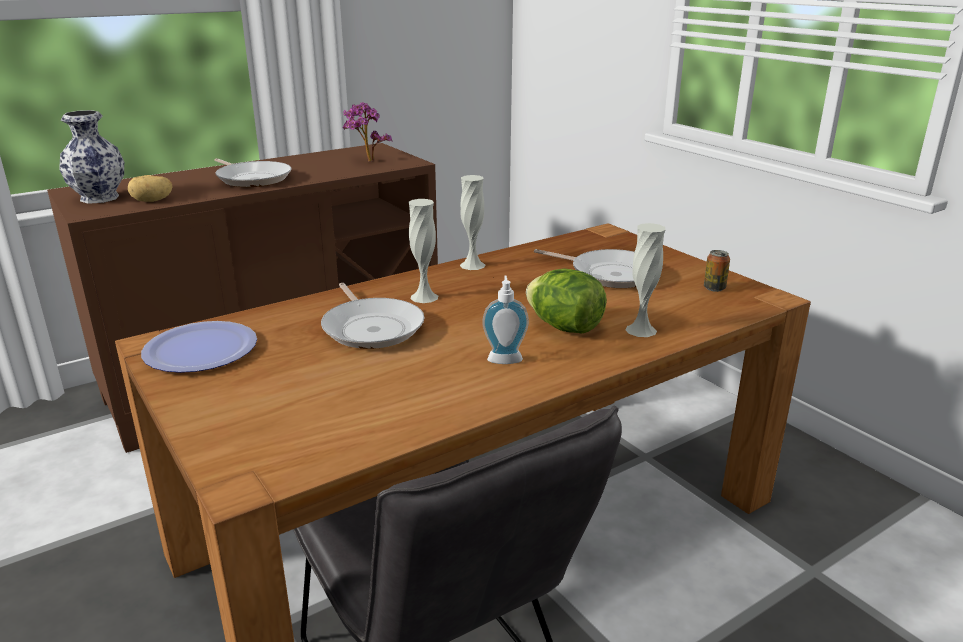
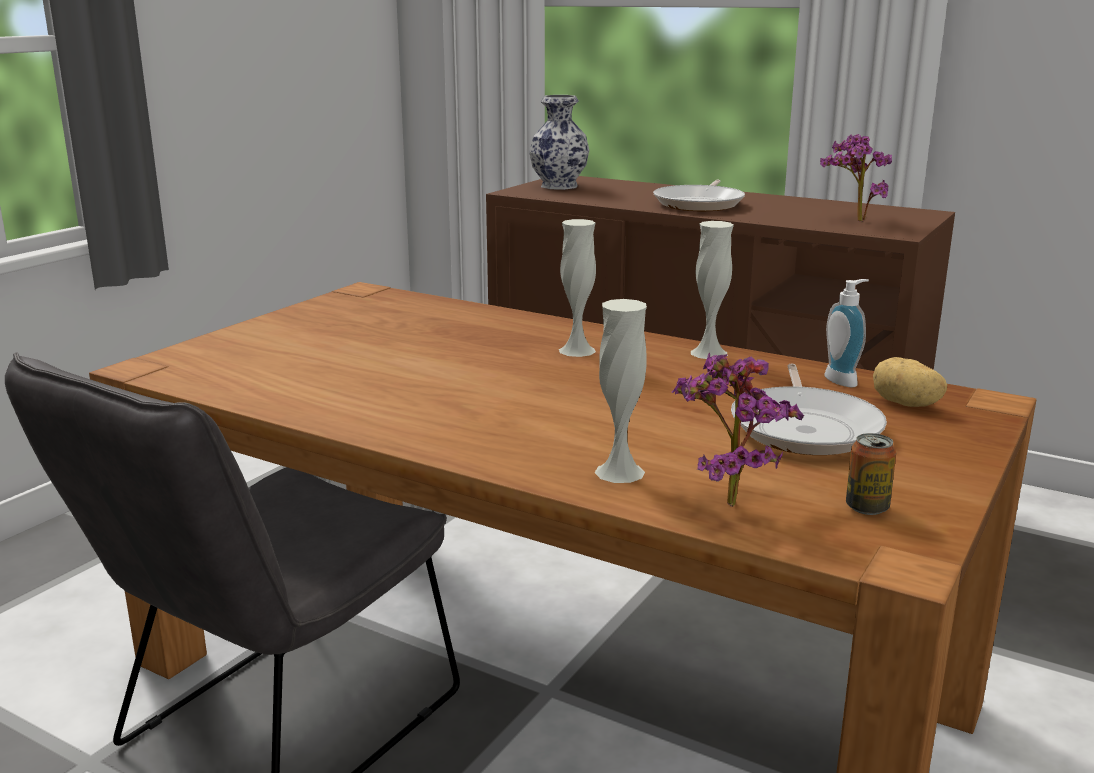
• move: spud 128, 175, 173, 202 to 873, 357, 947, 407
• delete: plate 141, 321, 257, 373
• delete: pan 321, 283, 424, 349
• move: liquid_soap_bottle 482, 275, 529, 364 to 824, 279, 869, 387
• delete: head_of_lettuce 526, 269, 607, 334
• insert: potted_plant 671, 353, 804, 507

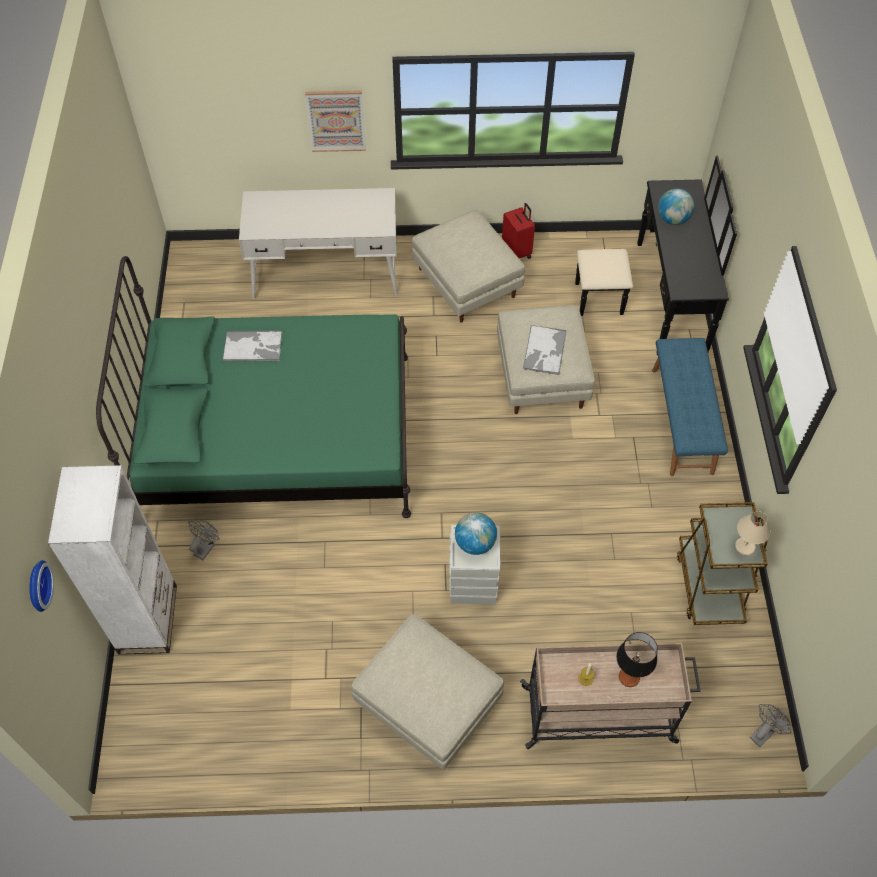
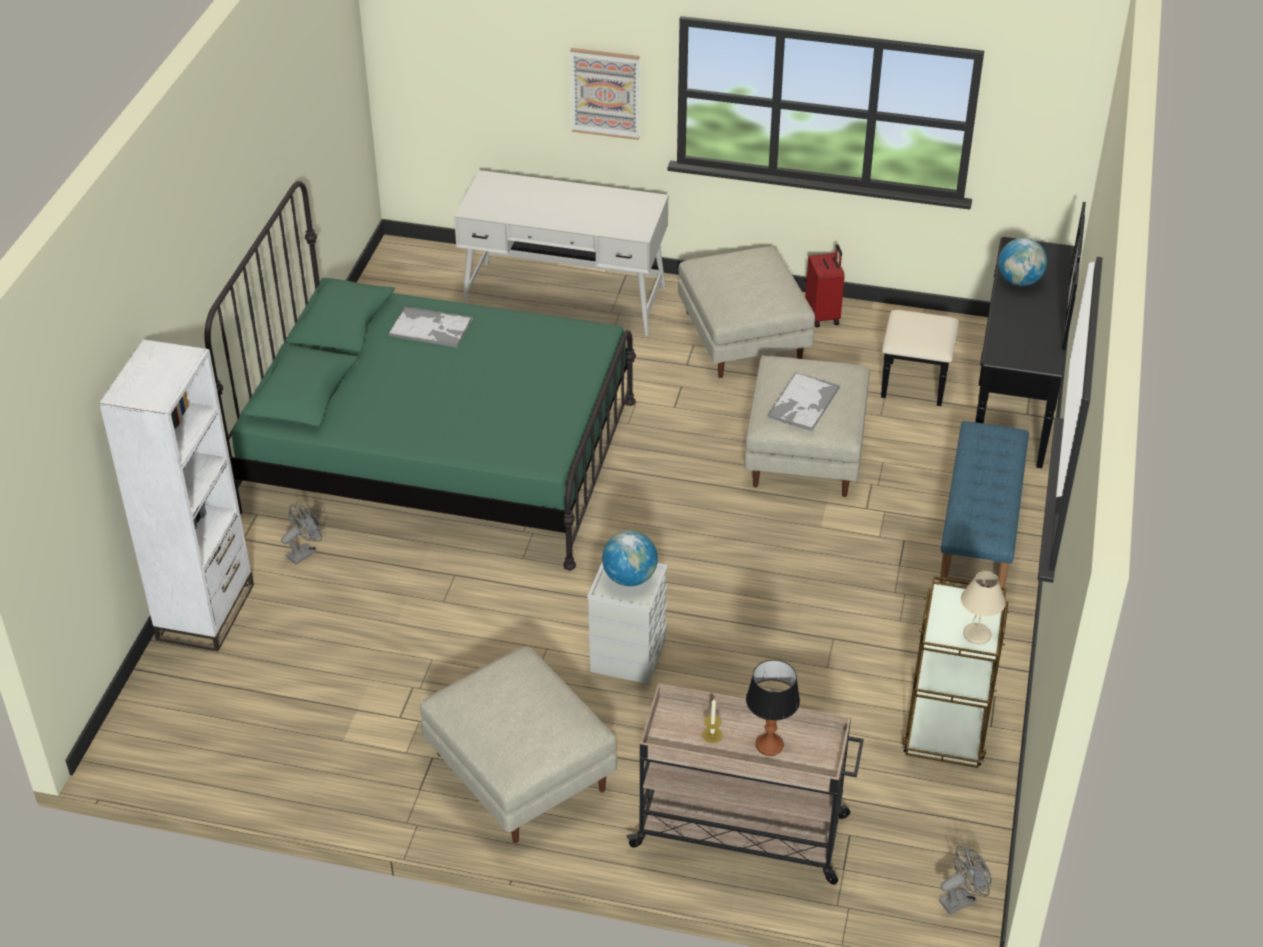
• delete: wall_clock 29, 560, 54, 612

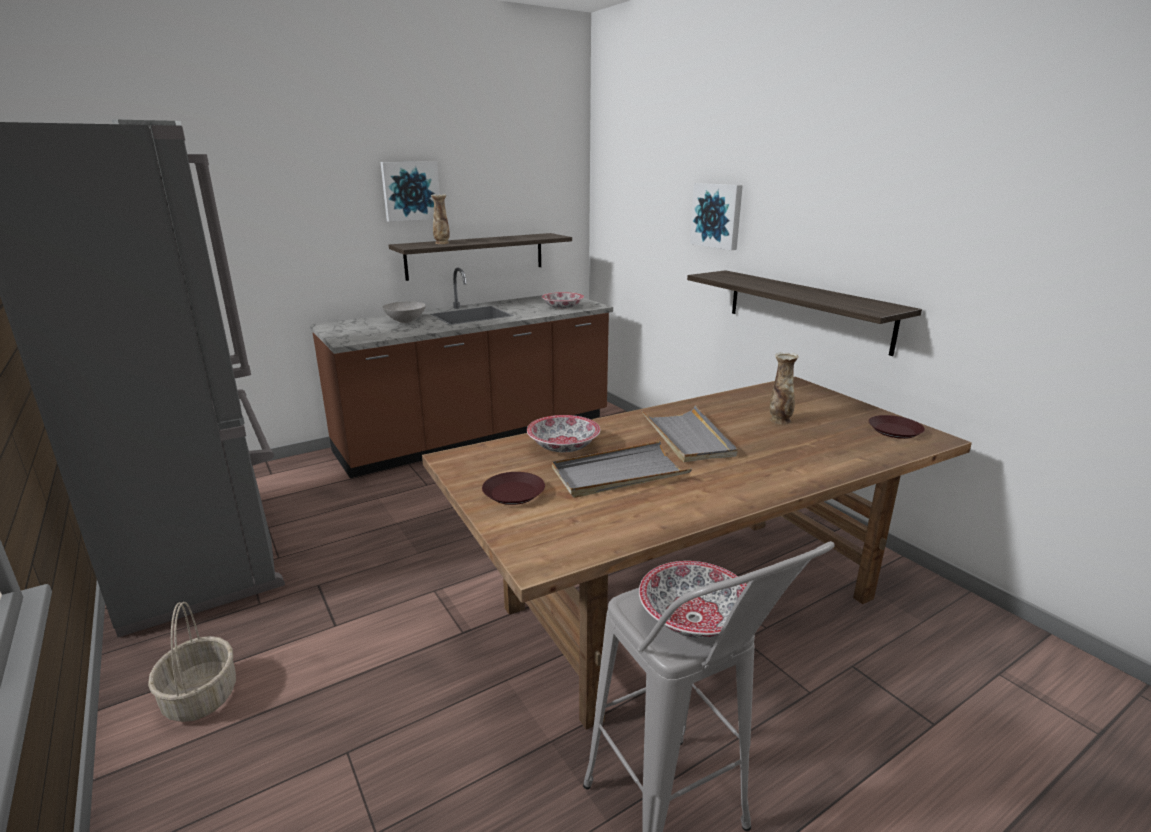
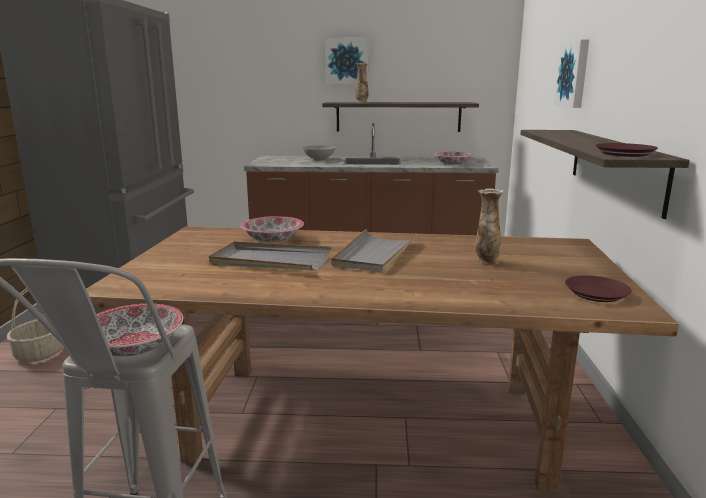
• move: brown-coloured_plate 482, 472, 545, 505 to 595, 143, 658, 157

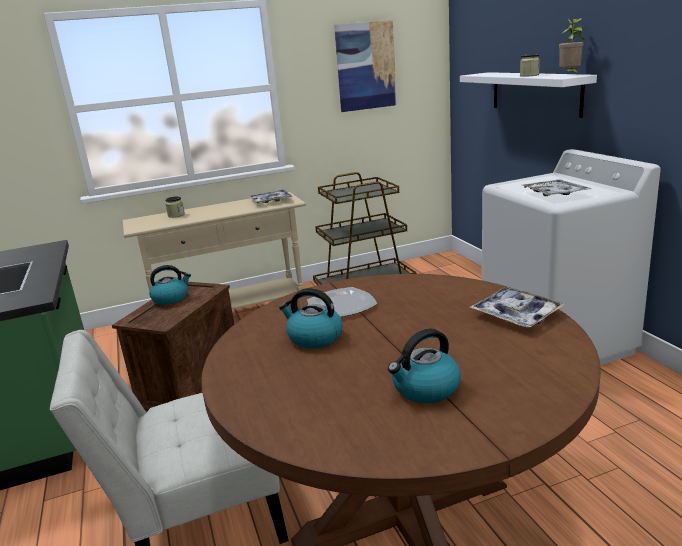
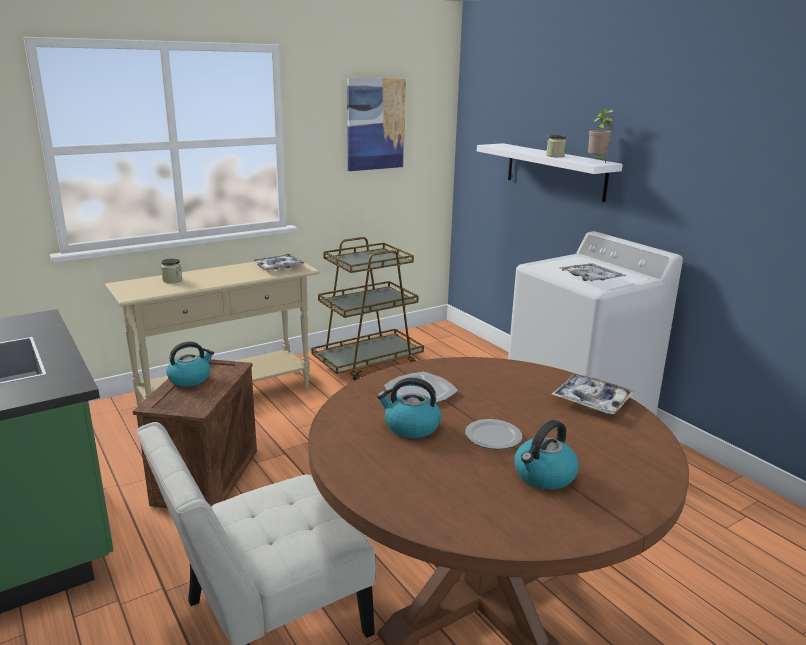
• insert: plate 465, 419, 522, 449

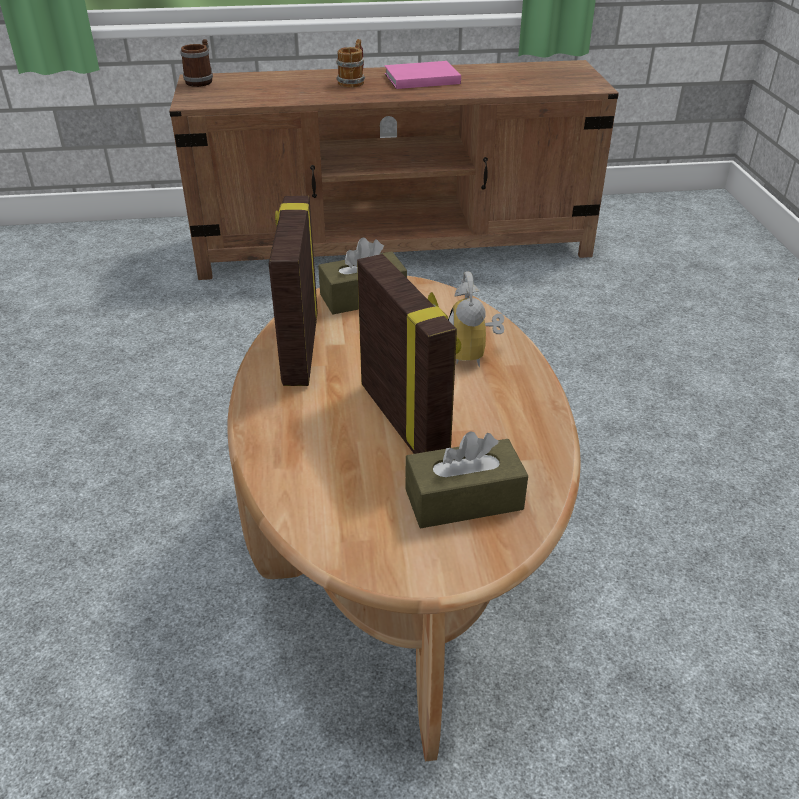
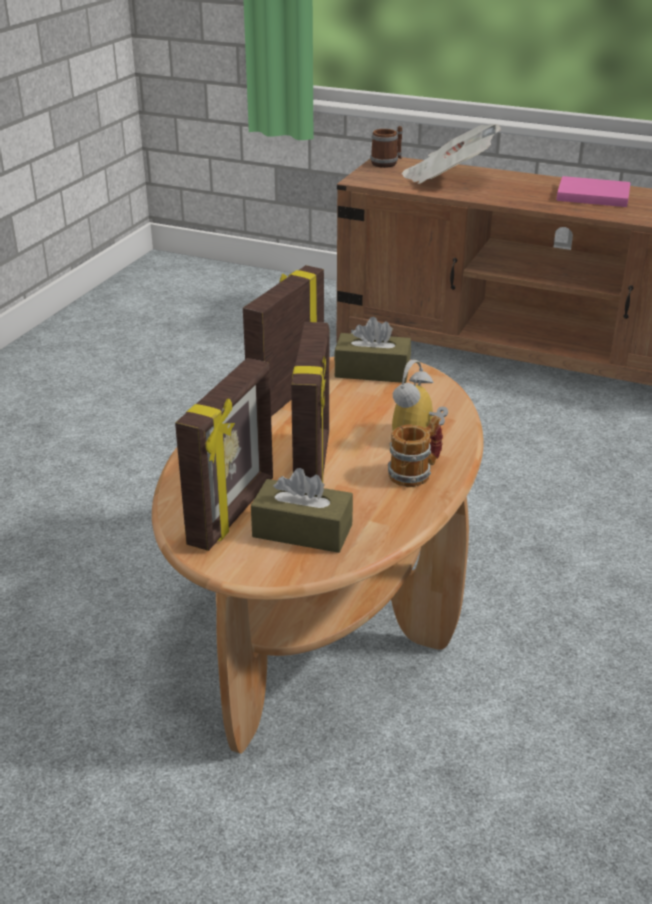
• move: coffee_mug 336, 39, 365, 88 to 388, 415, 443, 487
• insert: photo_frame 175, 358, 273, 551
• insert: newspaper 402, 124, 501, 184

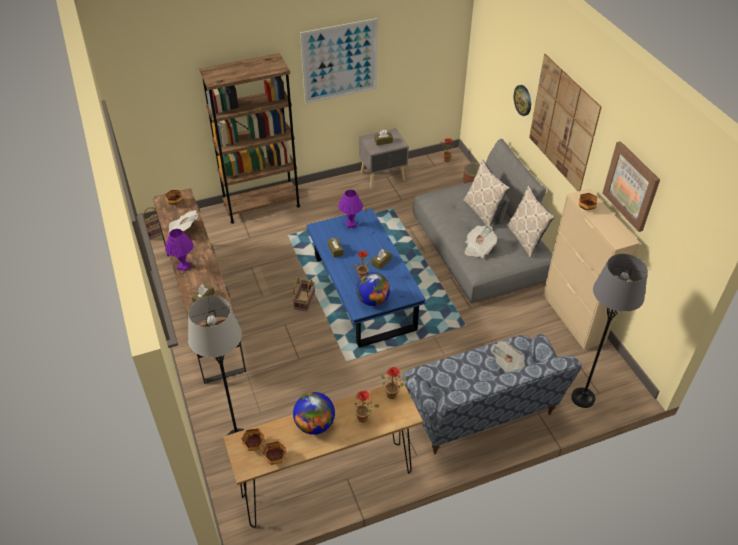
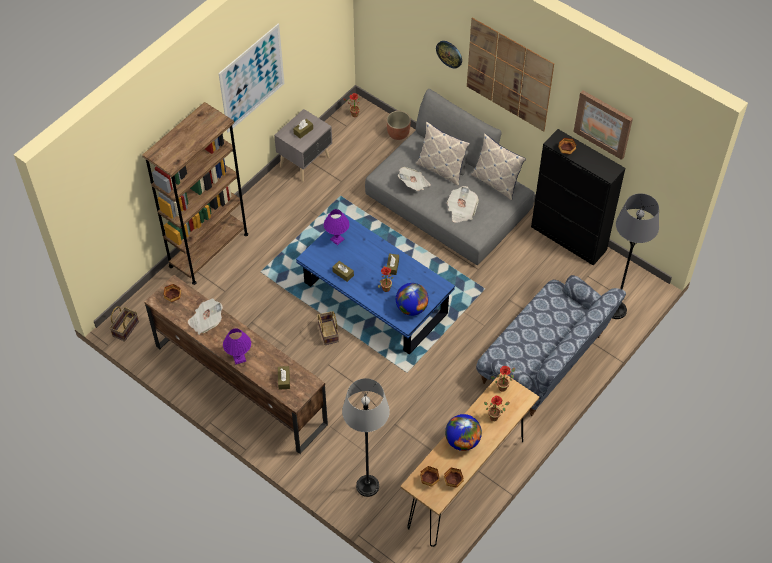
• move: newspaper 492, 341, 525, 373 to 398, 167, 431, 191
• recolor: beige_storage_cabinet 543, 189, 640, 350 to blackish_storage_cabinet 531, 129, 625, 266

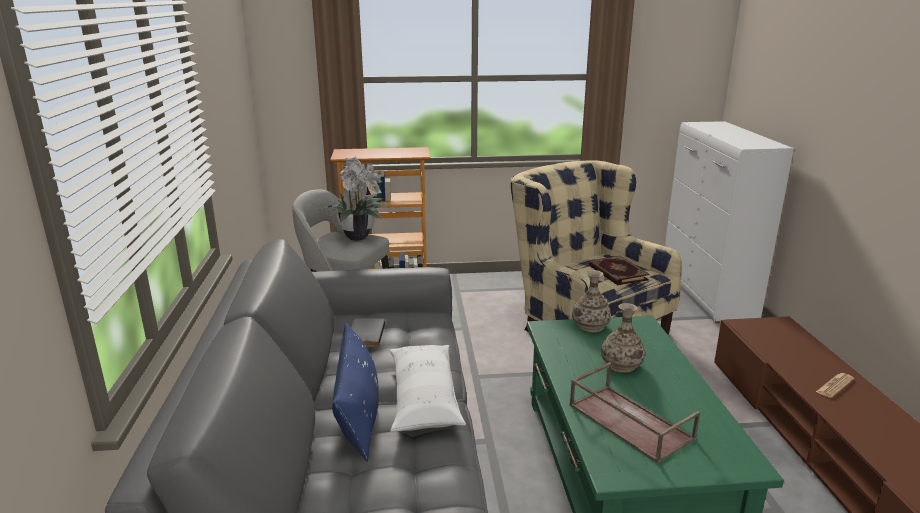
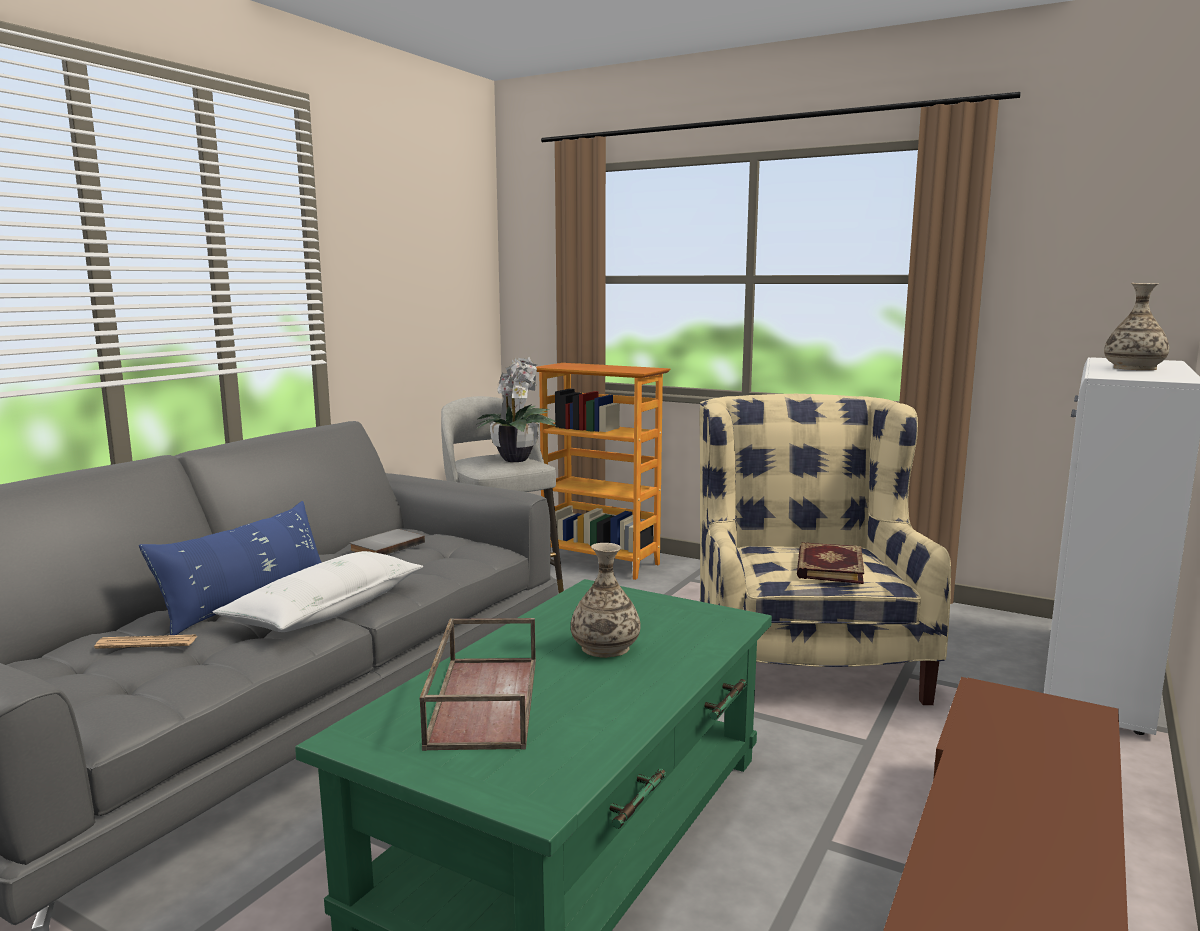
• move: flower_vase 572, 270, 611, 333 to 1104, 283, 1169, 370
• move: newspaper 816, 373, 854, 398 to 94, 635, 197, 649

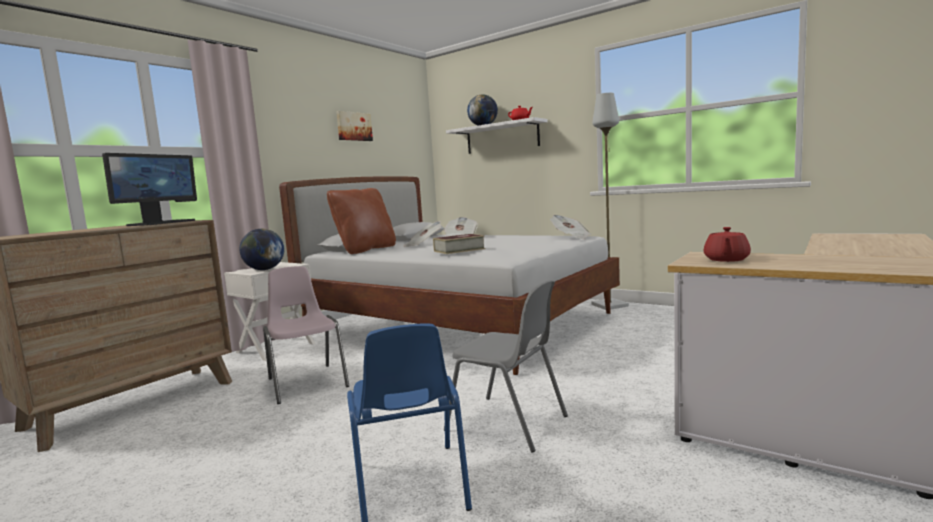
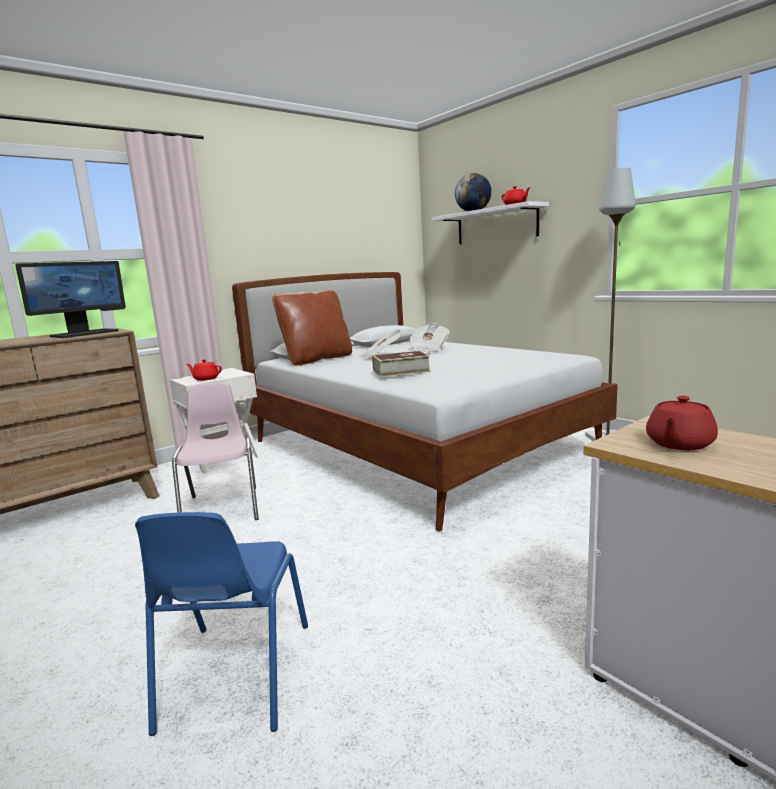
• replace: world_globe 239, 229, 284, 270 to red_teapot 187, 359, 222, 381
• delete: wall_art 336, 111, 373, 141
• delete: greyish_upright_chair 444, 280, 568, 453
• delete: newspaper 550, 215, 591, 239

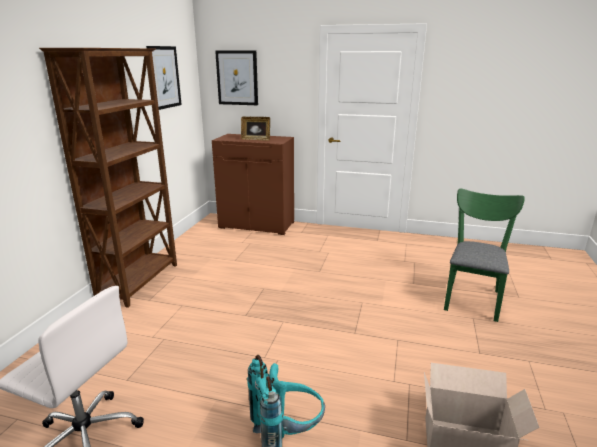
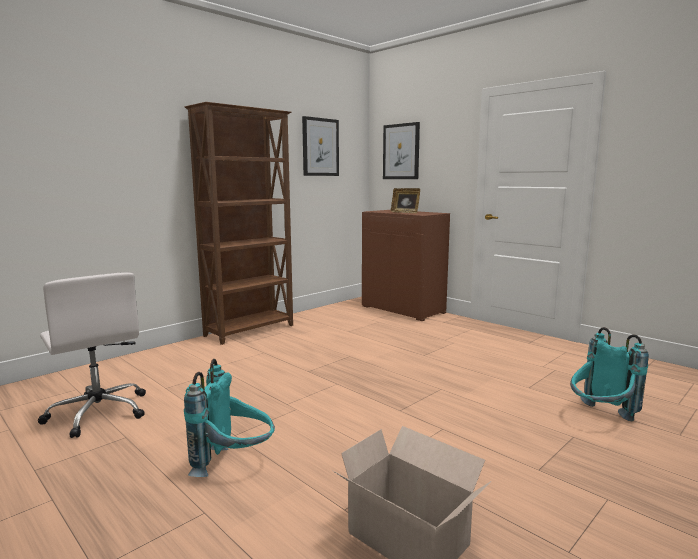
• replace: greenish_upright_chair 444, 189, 525, 322 to turquoise-coloured_backpack 570, 327, 649, 421

